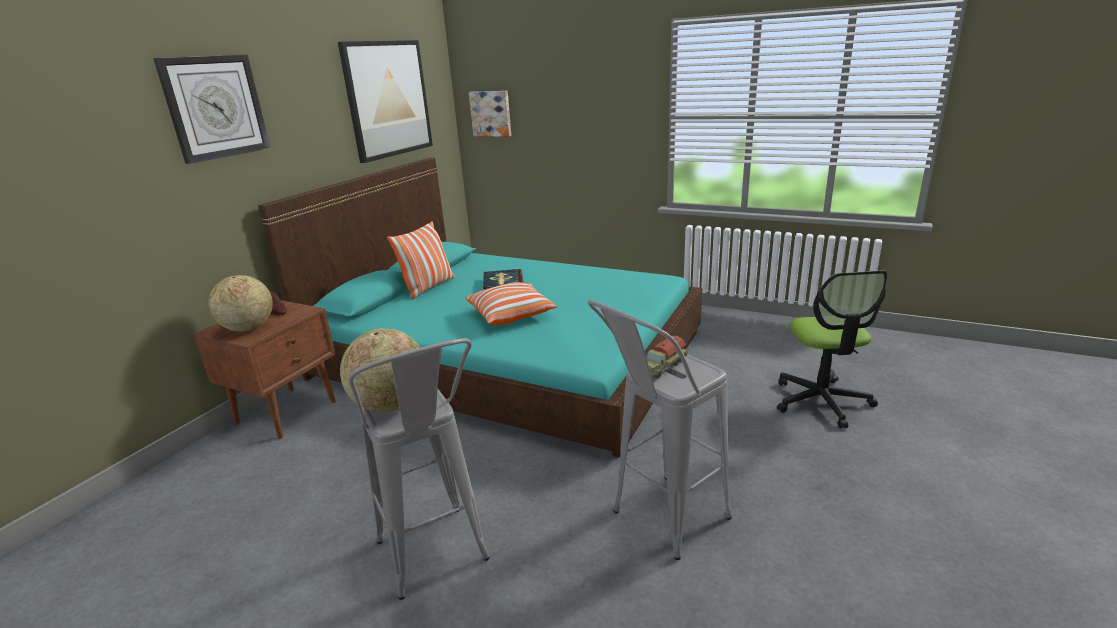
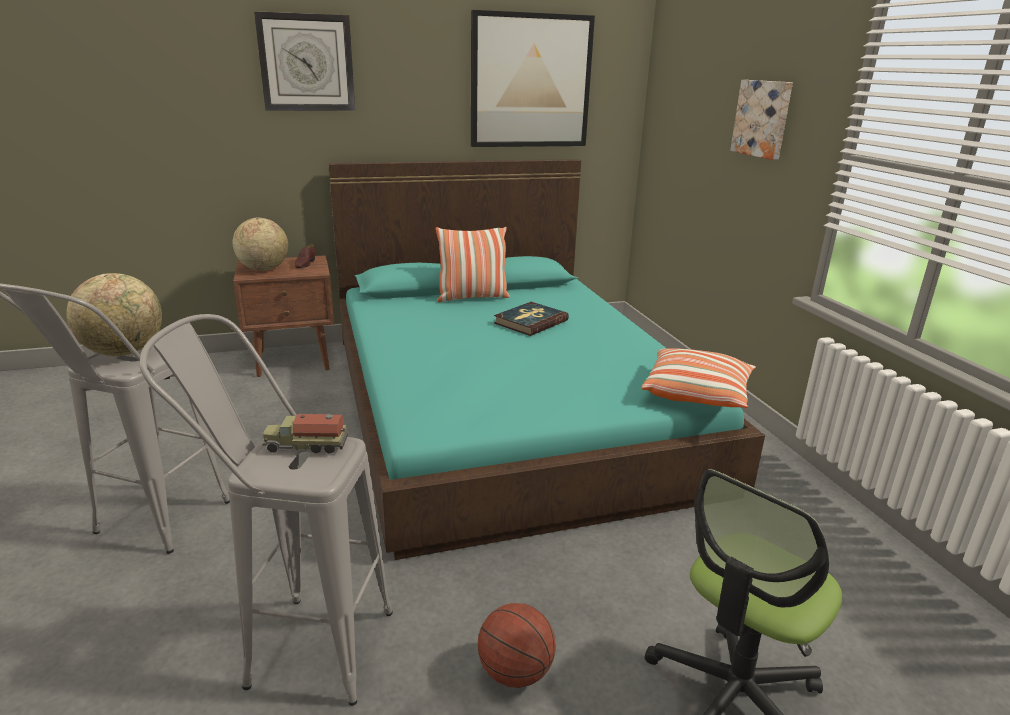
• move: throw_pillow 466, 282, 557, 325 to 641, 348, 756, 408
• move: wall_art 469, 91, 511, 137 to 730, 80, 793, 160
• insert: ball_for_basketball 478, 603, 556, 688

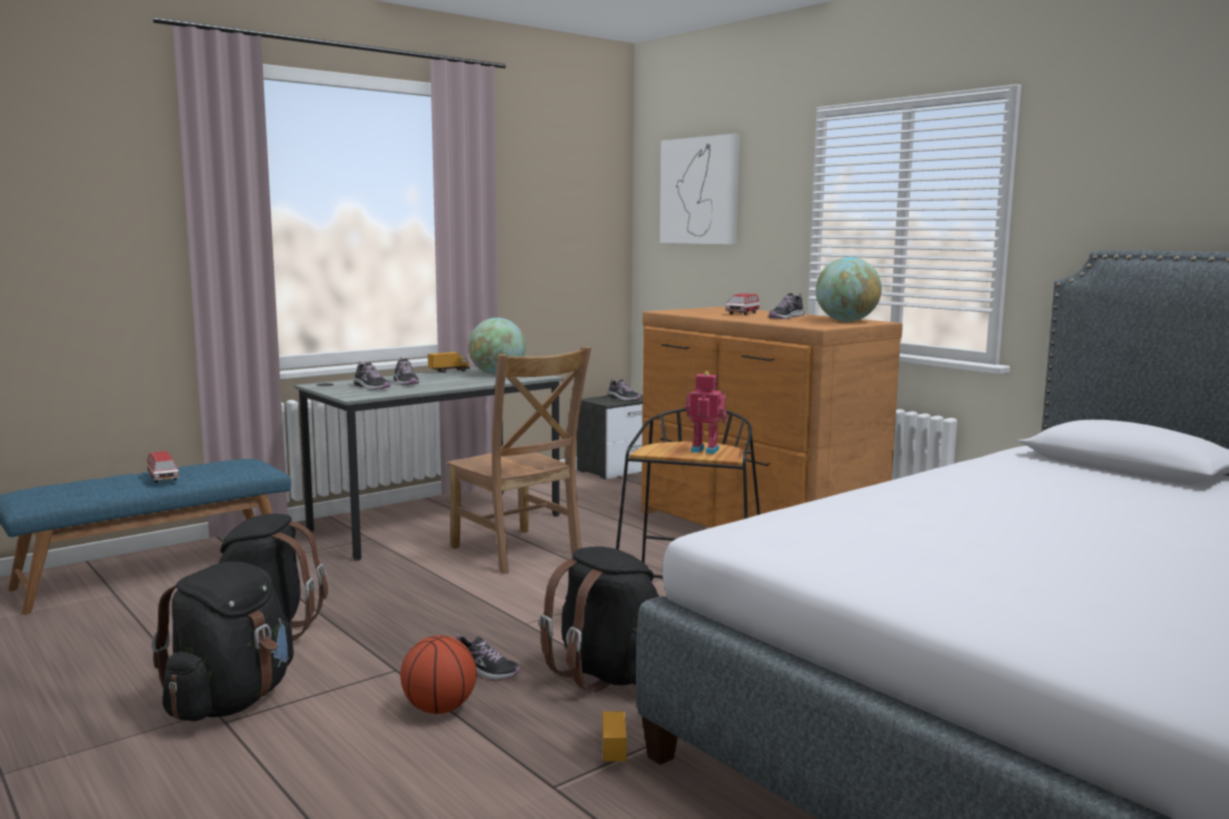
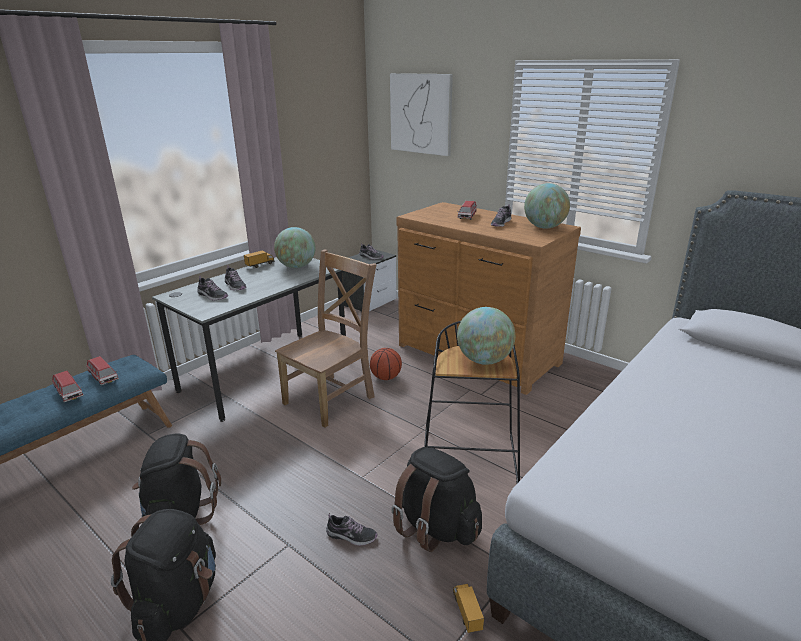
• move: ball_for_basketball 400, 635, 477, 714 to 370, 348, 402, 380
• rotate: brown-coloured_upright_chair 447, 347, 591, 574 = 275, 249, 377, 428 90 degrees counterclockwise
• replace: robot_figure 685, 371, 727, 454 to world_globe 457, 307, 515, 365
• insert: miniature_car 87, 356, 119, 385

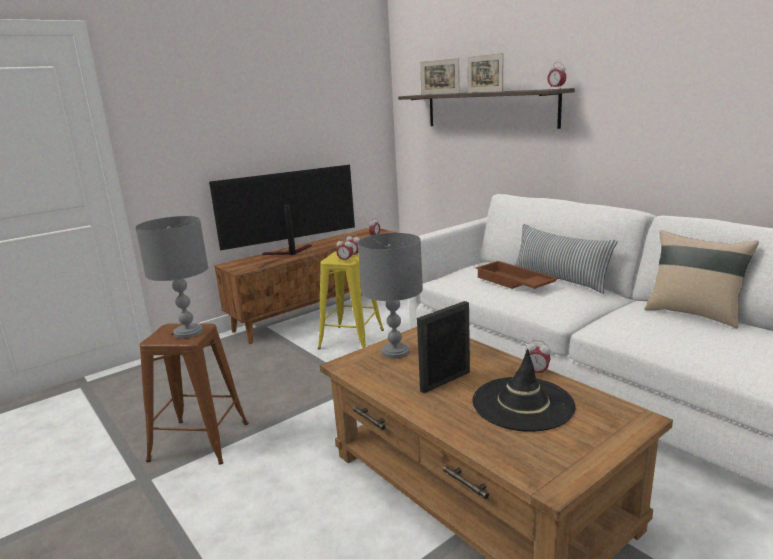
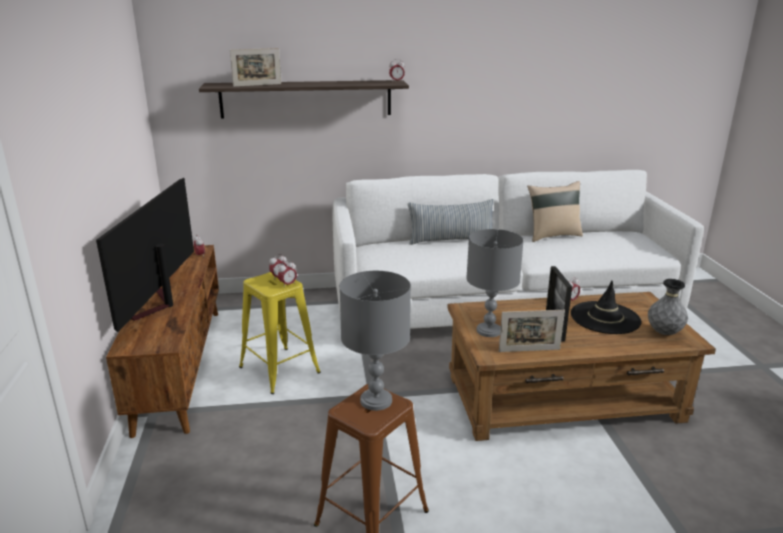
• move: photo_frame 468, 53, 503, 93 to 499, 310, 565, 352
• delete: brown-coloured_serving_tray 475, 261, 558, 289
• insert: greyish_flower_vase 648, 279, 688, 335

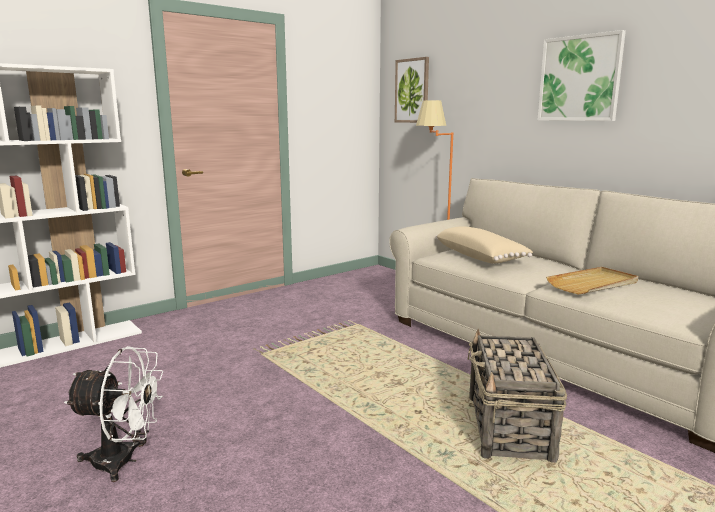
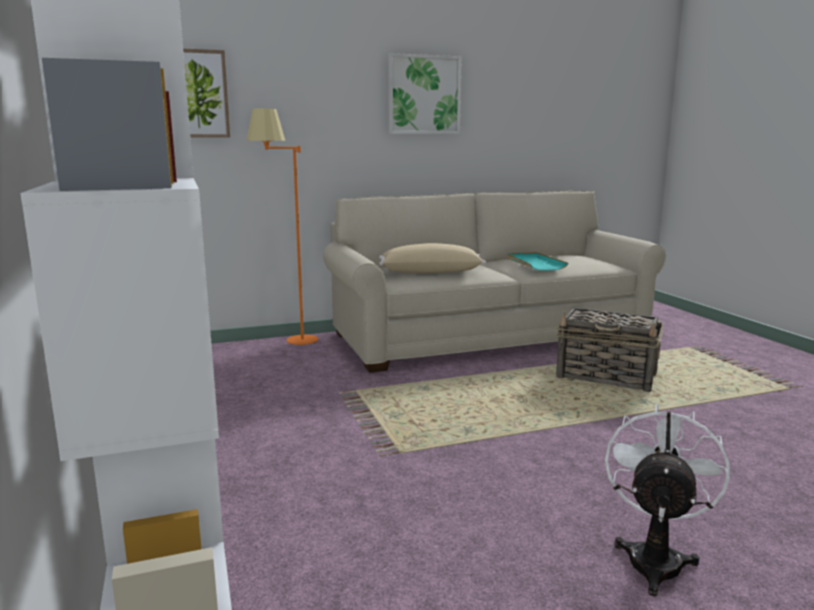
• recolor: beige_serving_tray 546, 267, 638, 294 to turquoise-coloured_serving_tray 507, 252, 568, 271

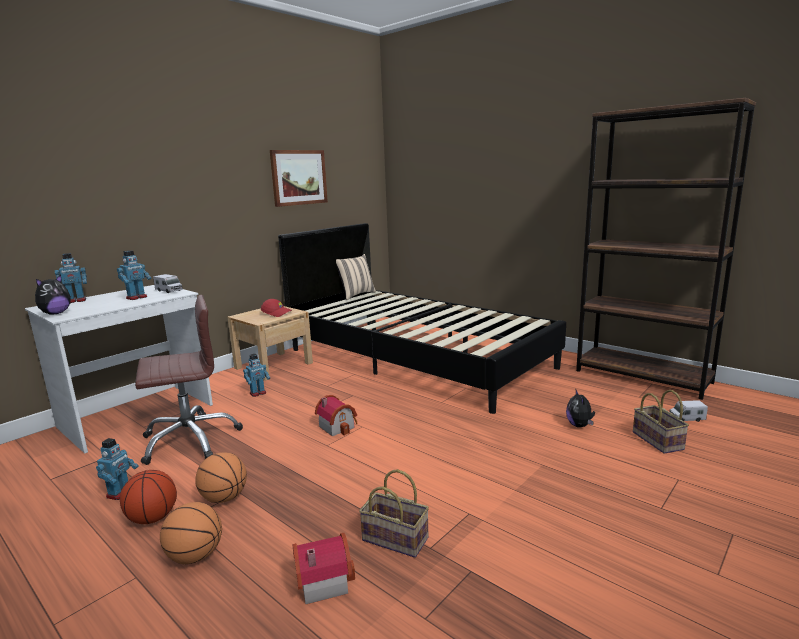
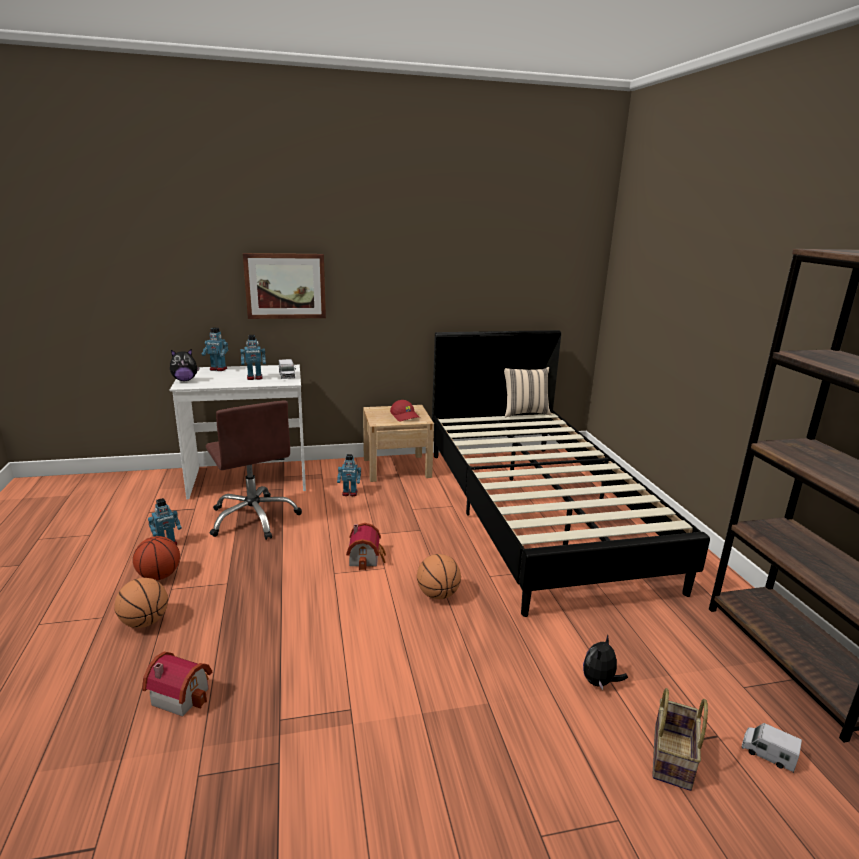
• rotate: brown-coloured_computer_chair 135, 295, 243, 465 = 206, 400, 302, 540 45 degrees clockwise
• move: ball_for_basketball 195, 452, 247, 503 to 417, 554, 461, 599
• move: wall_art 270, 150, 328, 207 to 243, 253, 326, 319
• delete: household_basket 359, 469, 429, 558

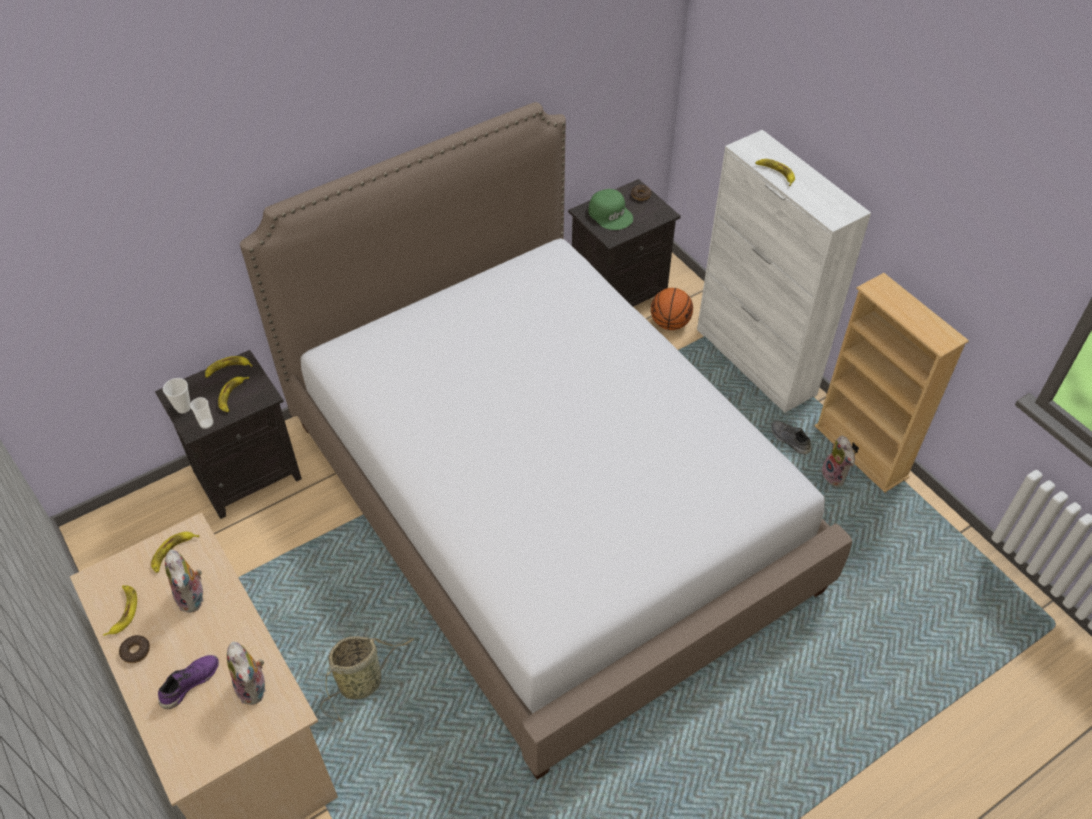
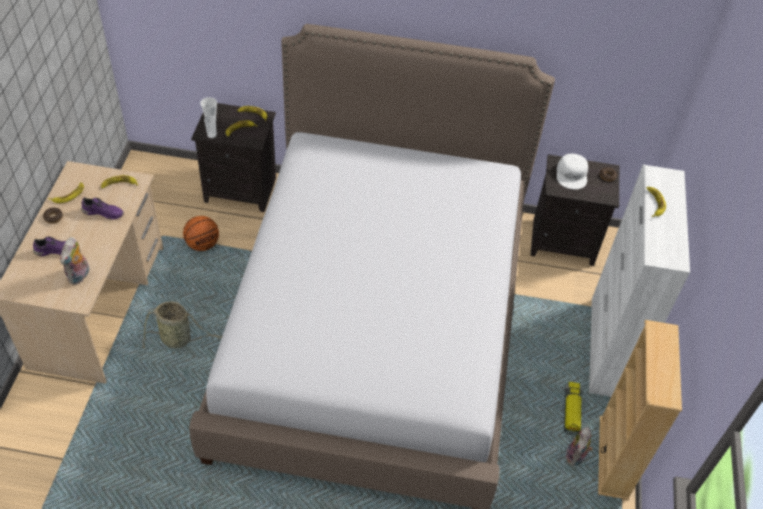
• replace: plush_toy 165, 549, 203, 613 to purplish_item_of_footwear 81, 197, 124, 220
• recolor: greenish_baseball_cap 588, 189, 633, 230 to white-coloured_baseball_cap 557, 154, 588, 189
• move: ball_for_basketball 651, 288, 693, 330 to 183, 216, 219, 251
• replace: greyish_item_of_footwear 771, 421, 811, 454 to toy_truck 564, 382, 583, 435

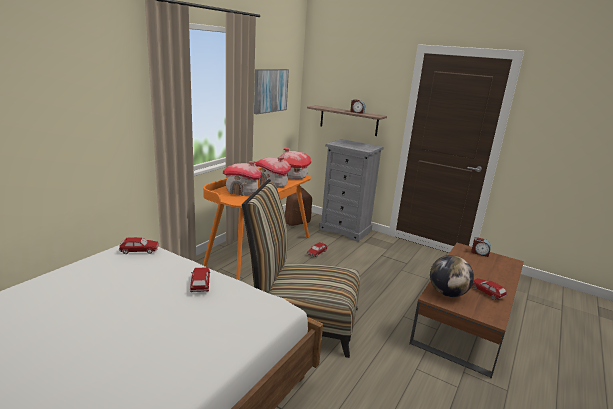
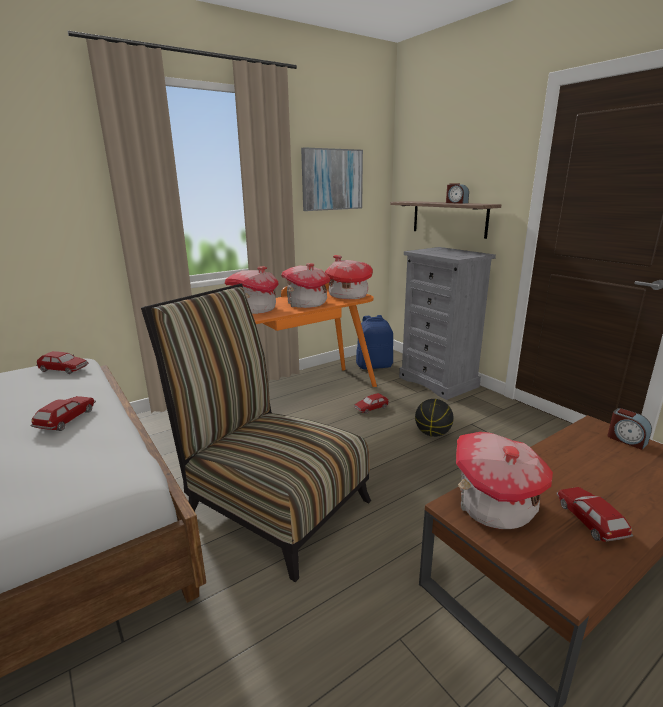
• recolor: brown-coloured_backpack 285, 186, 312, 226 to blue-coloured_backpack 356, 315, 393, 369
• replace: world_globe 430, 255, 474, 297 to miniature_house 456, 432, 553, 529
• insert: ball_for_basketball 415, 399, 454, 437

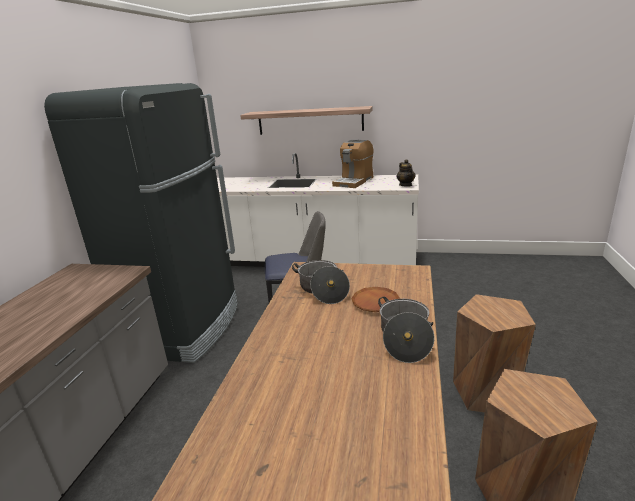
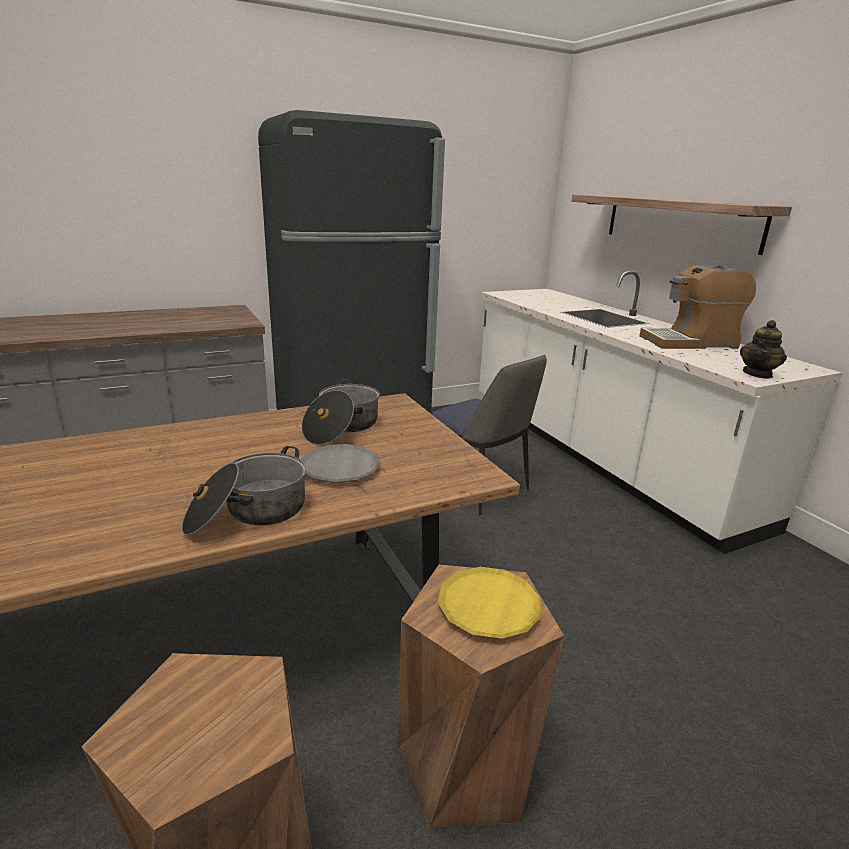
• recolor: brown-coloured_plate 351, 287, 400, 312 to greyish_plate 301, 444, 381, 483
• insert: yellow-coloured_plate 438, 567, 541, 639

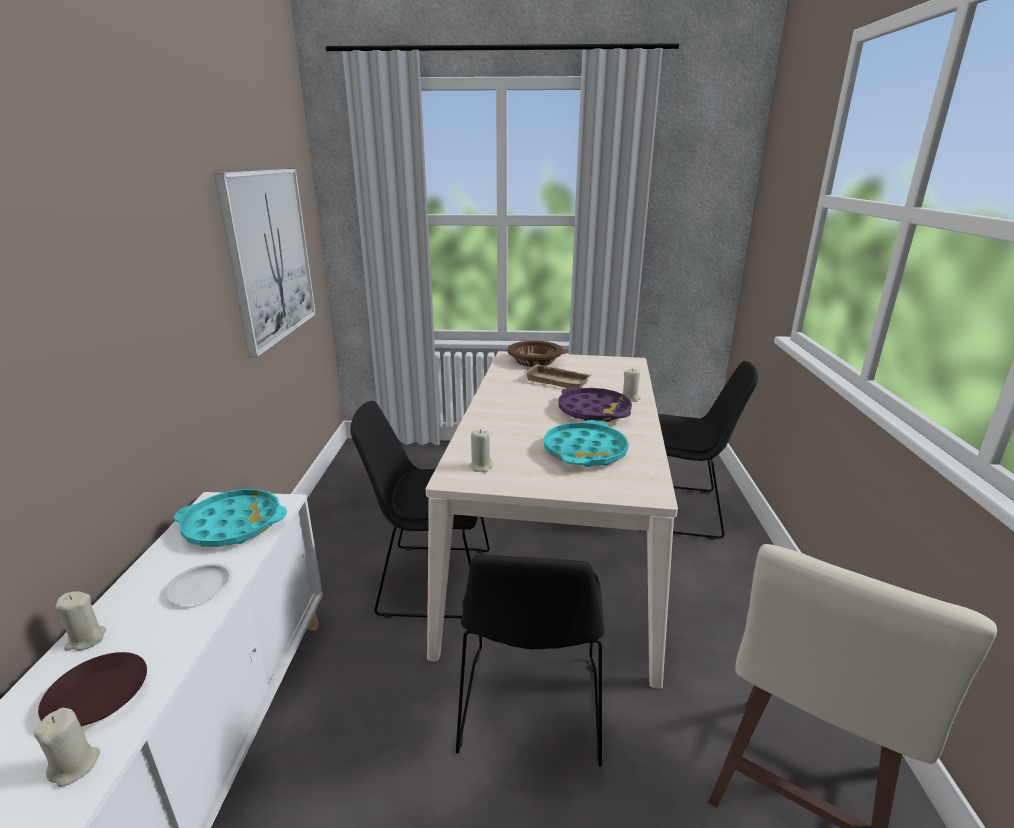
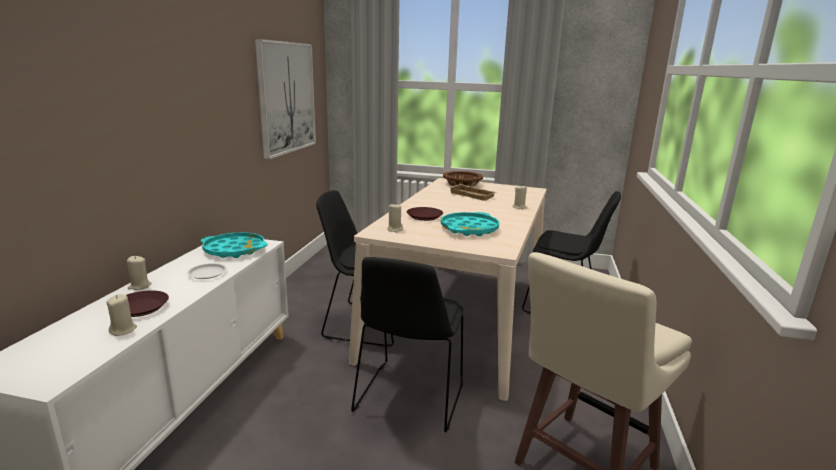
• delete: purplish_serving_tray 559, 387, 632, 422
• insert: brown-coloured_plate 407, 207, 443, 221

